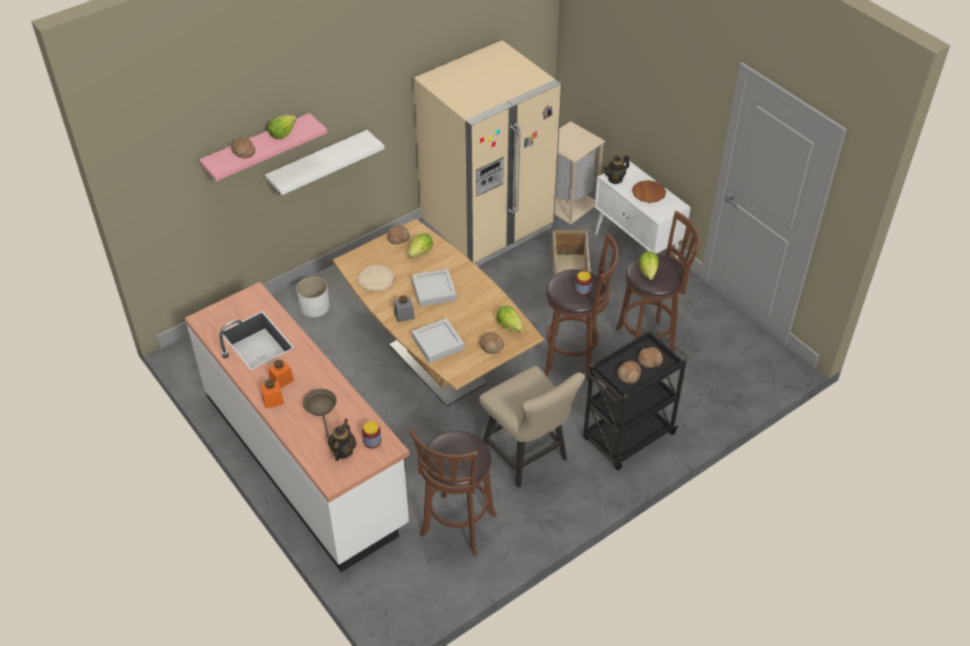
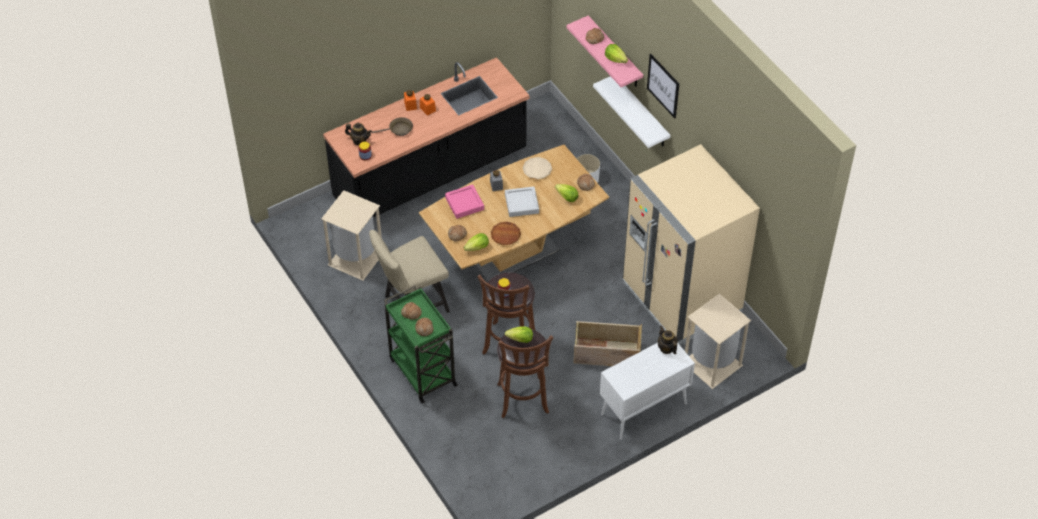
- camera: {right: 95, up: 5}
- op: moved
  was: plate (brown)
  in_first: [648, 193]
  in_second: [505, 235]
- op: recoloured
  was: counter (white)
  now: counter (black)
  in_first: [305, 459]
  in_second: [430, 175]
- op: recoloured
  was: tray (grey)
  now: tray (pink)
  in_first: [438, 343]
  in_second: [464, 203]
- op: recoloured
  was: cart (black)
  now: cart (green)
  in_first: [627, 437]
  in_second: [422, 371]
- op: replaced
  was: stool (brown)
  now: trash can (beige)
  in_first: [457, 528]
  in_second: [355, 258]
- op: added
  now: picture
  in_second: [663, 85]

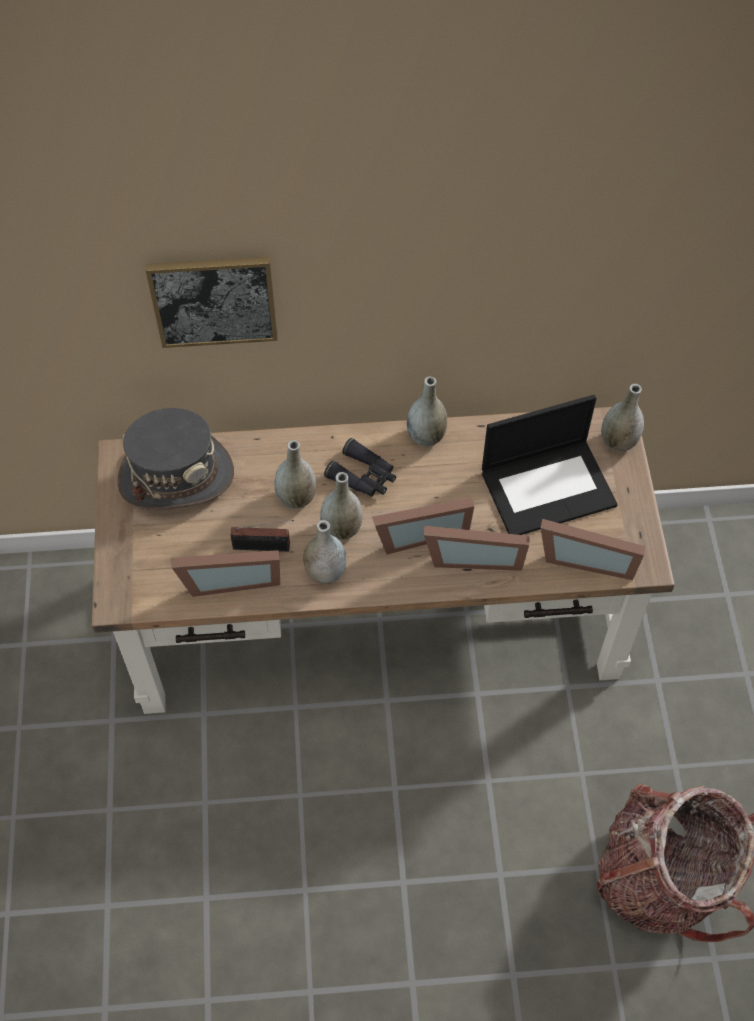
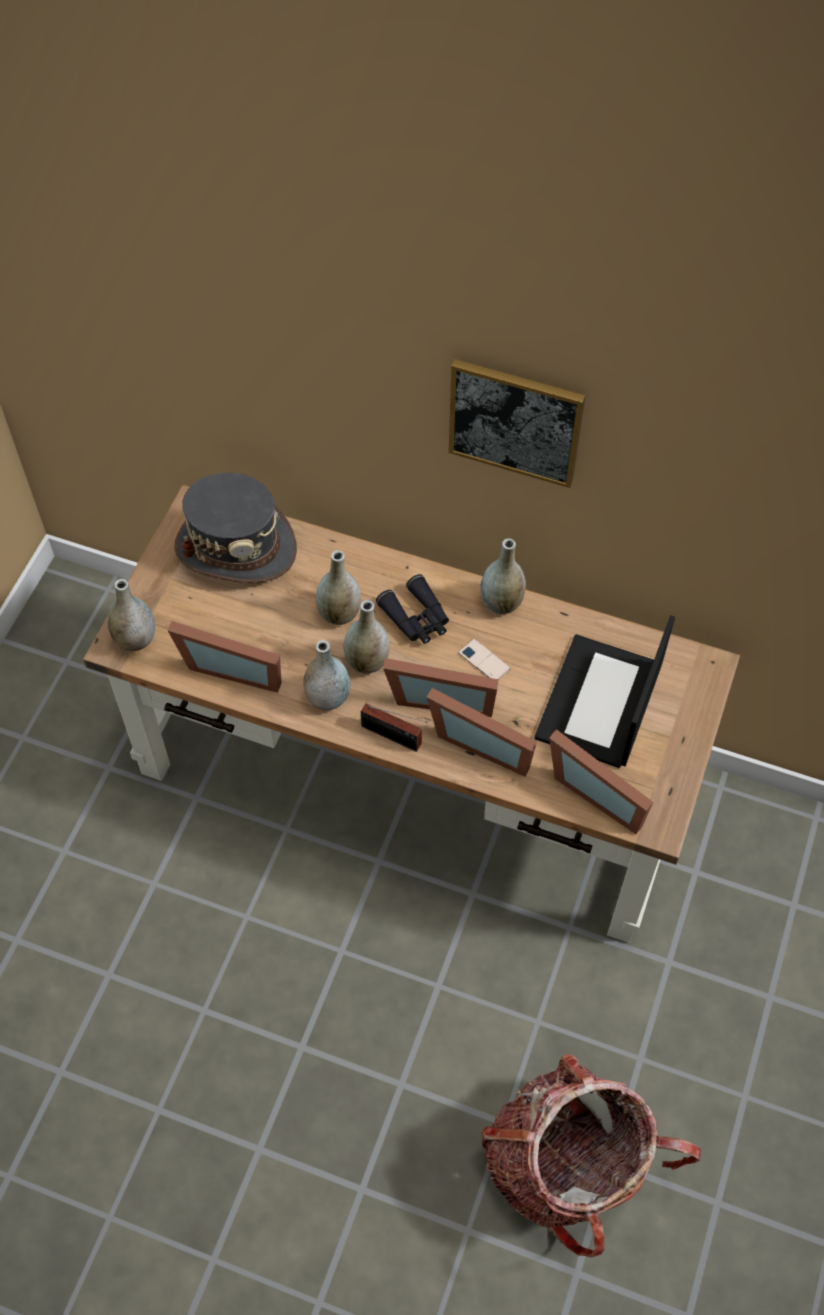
- camera: {right: 25, up: 0}
- op: moved
  was: picture
  in_first: [214, 300]
  in_second: [515, 421]
- op: moved
  was: vase (grey)
  in_first: [618, 441]
  in_second: [136, 639]
- op: turned
  was: laptop
  in_first: [548, 487]
  in_second: [600, 703]
  clockwise: 105
- op: moved
  was: radio
  in_first: [264, 547]
  in_second: [394, 737]
- op: added
  now: phone
  in_second: [484, 661]

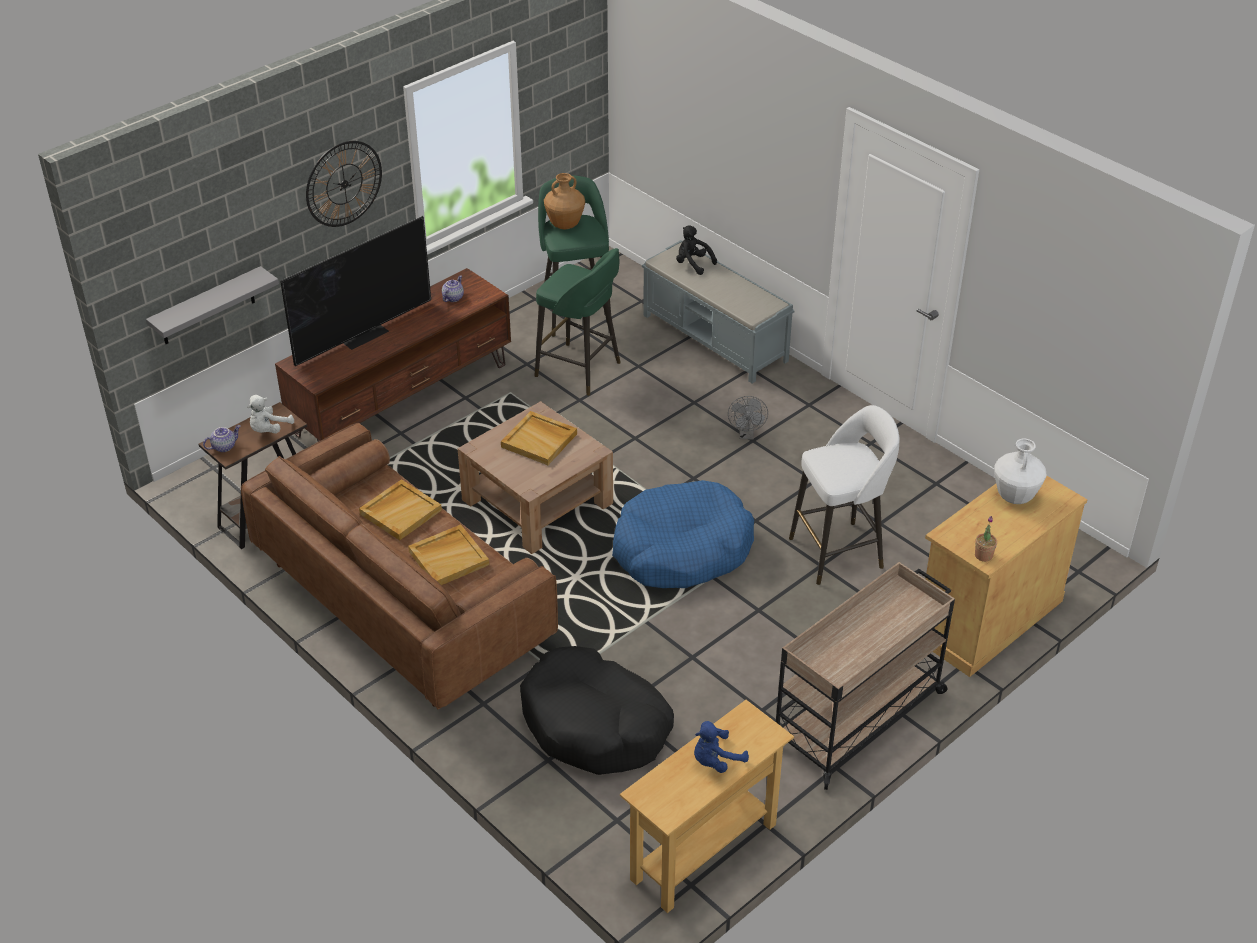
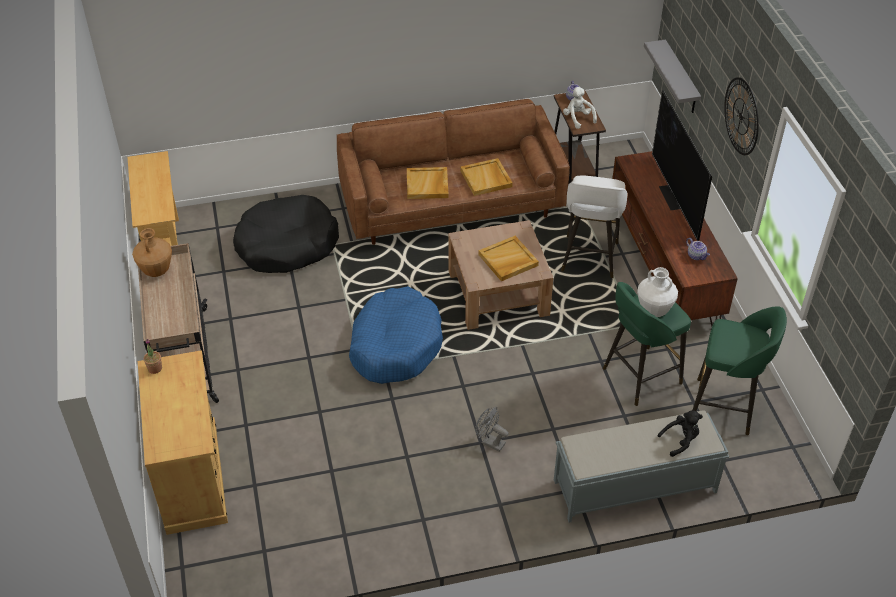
- camera: {right: 120, up: 5}
- op: moved
  was: vase (brown)
  in_first: [564, 225]
  in_second: [156, 270]
- op: moved
  was: stool (white)
  in_first: [839, 552]
  in_second: [589, 258]
- op: moved
  was: vase (white)
  in_first: [1014, 497]
  in_second: [654, 311]
- op: removed
  was: plush toy (blue)
  in_first: [715, 760]

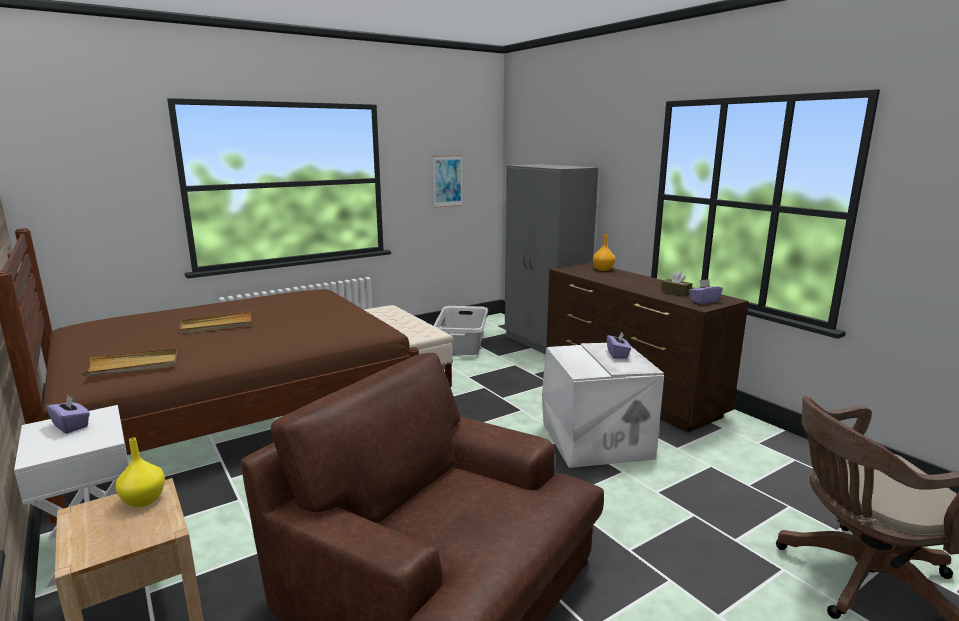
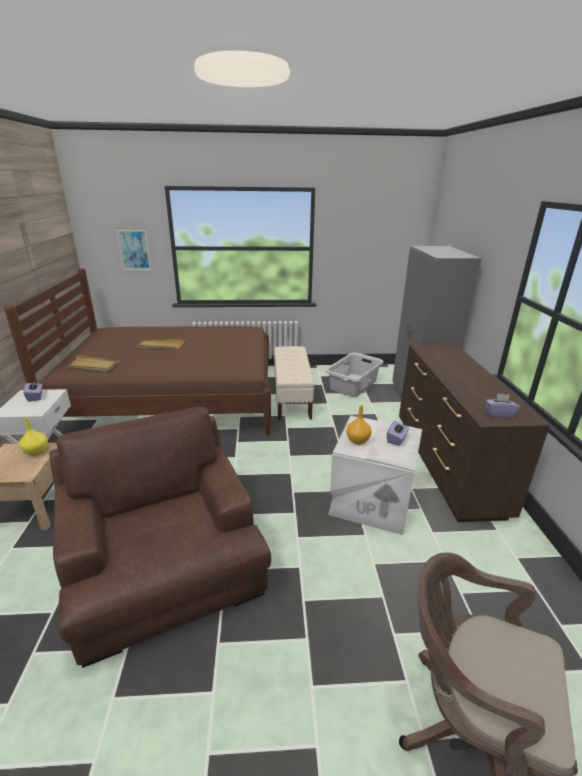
- camera: {right: 30, up: 10}
- op: moved
  was: picture
  in_first: [447, 181]
  in_second: [134, 250]
- op: moved
  was: vase (orange)
  in_first: [603, 269]
  in_second: [358, 440]
- op: removed
  was: tissue box (brown)
  in_first: [676, 293]

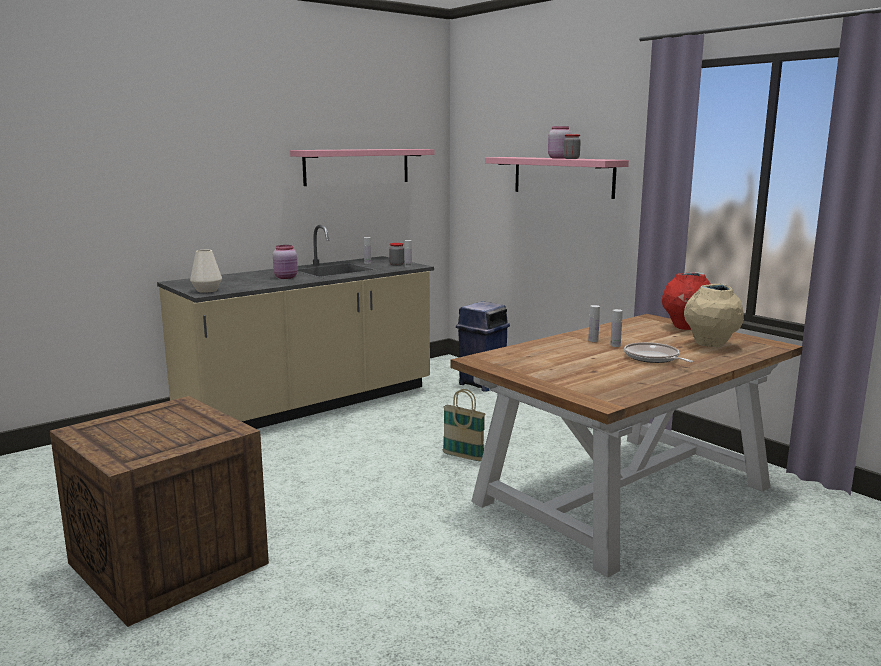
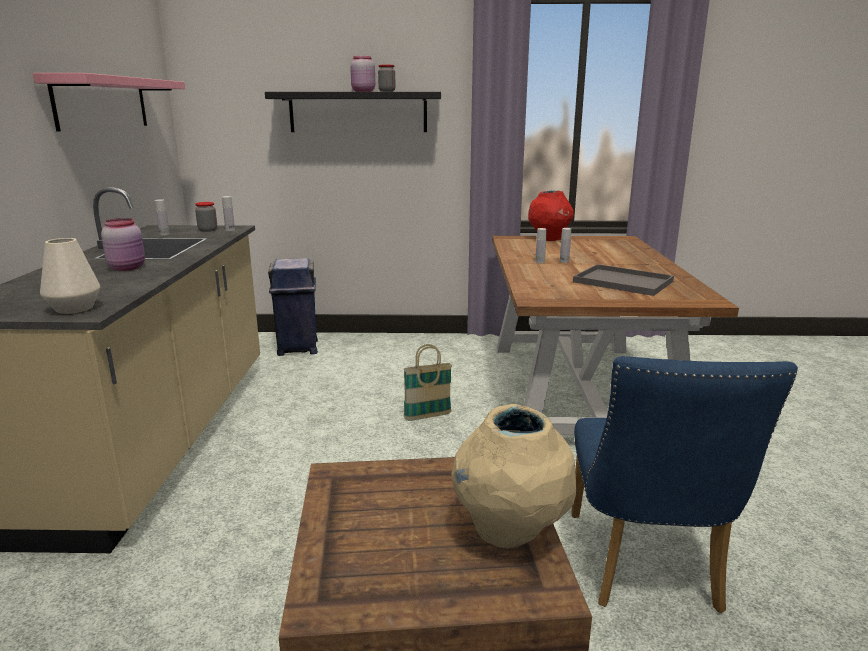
- camera: {right: -50, up: 5}
- op: recoloured
  was: shelf (pink)
  now: shelf (black)
  in_first: [562, 176]
  in_second: [358, 112]
- op: moved
  was: vase (beige)
  in_first: [710, 344]
  in_second: [510, 532]
- op: removed
  was: frying pan
  in_first: [653, 358]
- op: added
  now: tray (grey)
  in_second: [625, 282]
- op: added
  now: chair (blue)
  in_second: [645, 569]

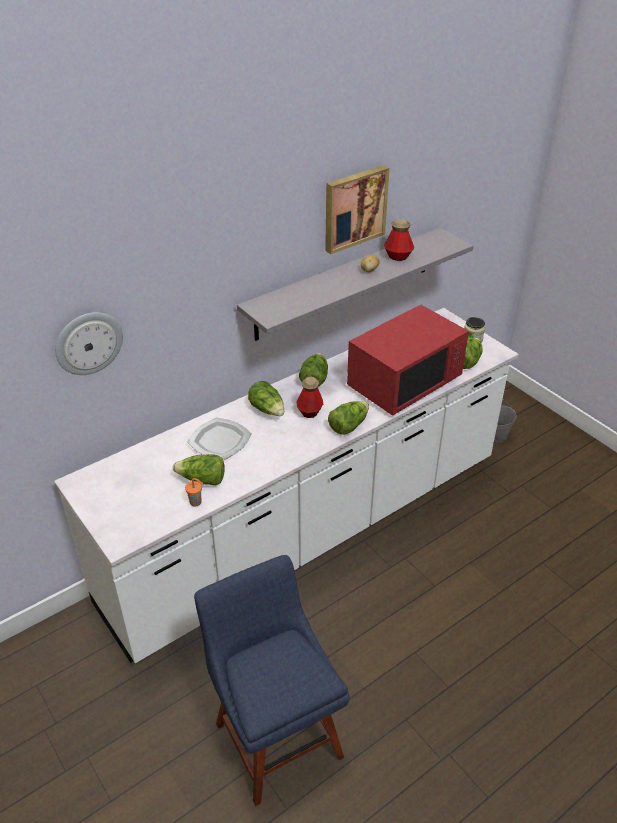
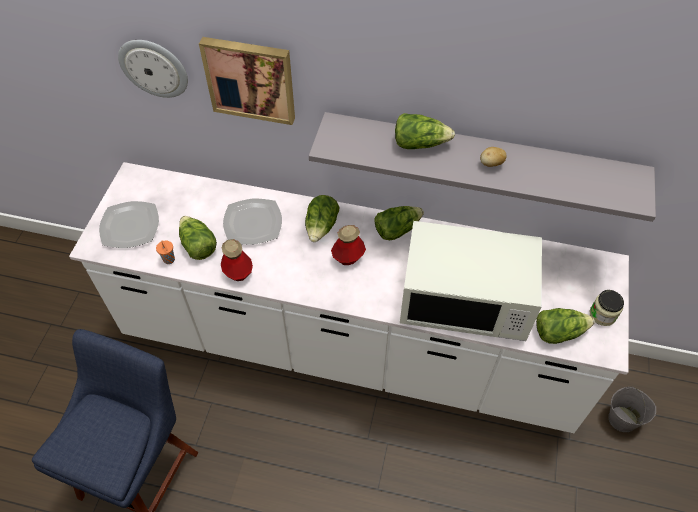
- camera: {right: 50, up: 15}
- op: moved
  was: picture
  in_first: [354, 208]
  in_second: [250, 79]
- op: moved
  was: bottle
  in_first: [398, 256]
  in_second: [238, 272]
- op: recoloured
  was: microwave (red)
  now: microwave (white)
  in_first: [404, 383]
  in_second: [464, 301]
- op: moved
  was: lettuce
  in_first: [348, 425]
  in_second: [419, 143]
- op: added
  now: plate
  in_second: [129, 226]

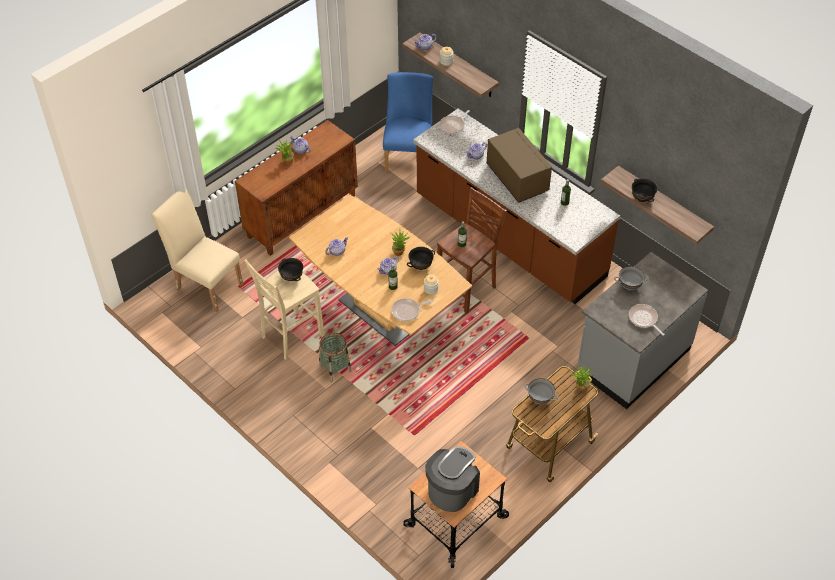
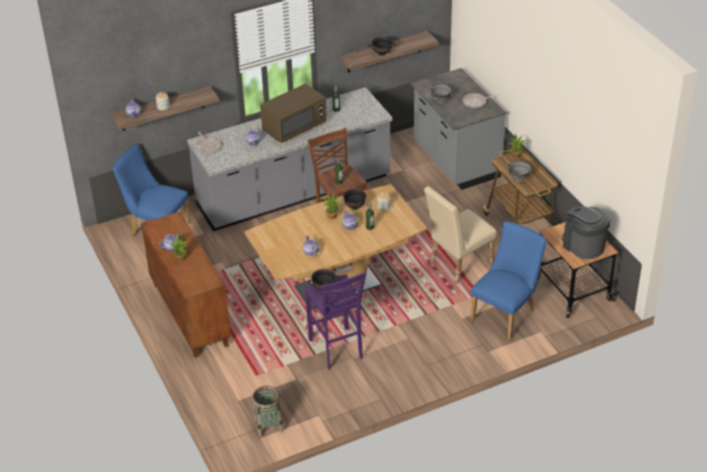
- camera: {right: -70, up: -10}
- op: recoloured
  was: counter (brown)
  now: counter (grey)
  in_first: [508, 237]
  in_second: [294, 193]
- op: turned
  was: microwave (brown)
  in_first: [516, 178]
  in_second: [294, 127]
  clockwise: 150
- op: moved
  was: chair (beige)
  in_first: [206, 284]
  in_second: [457, 265]
- op: recoloured
  was: stool (beige)
  now: stool (purple)
  in_first: [290, 336]
  in_second: [337, 350]
- op: removed
  was: frying pan
  in_first: [407, 311]
- op: moved
  was: basket
  in_first: [335, 368]
  in_second: [269, 425]
- op: added
  now: chair (blue)
  in_second: [506, 313]

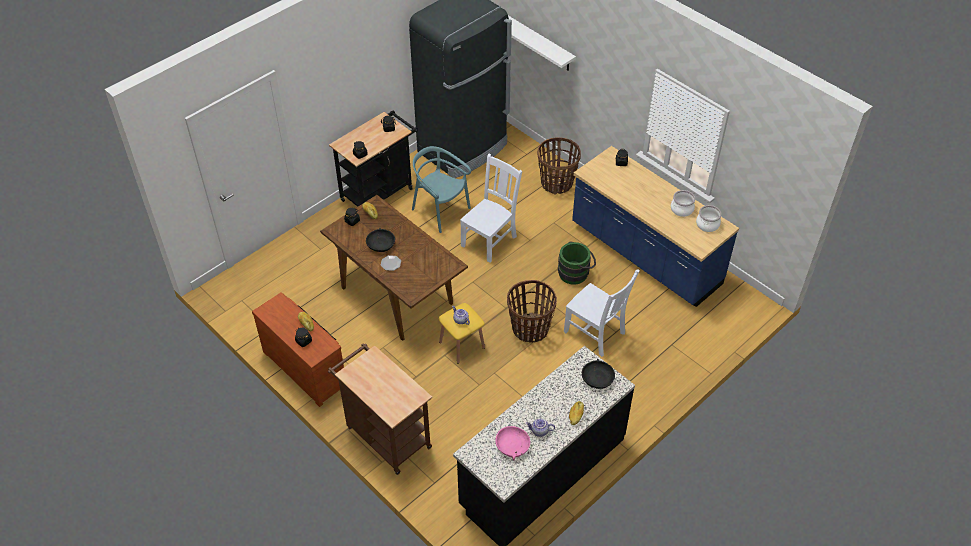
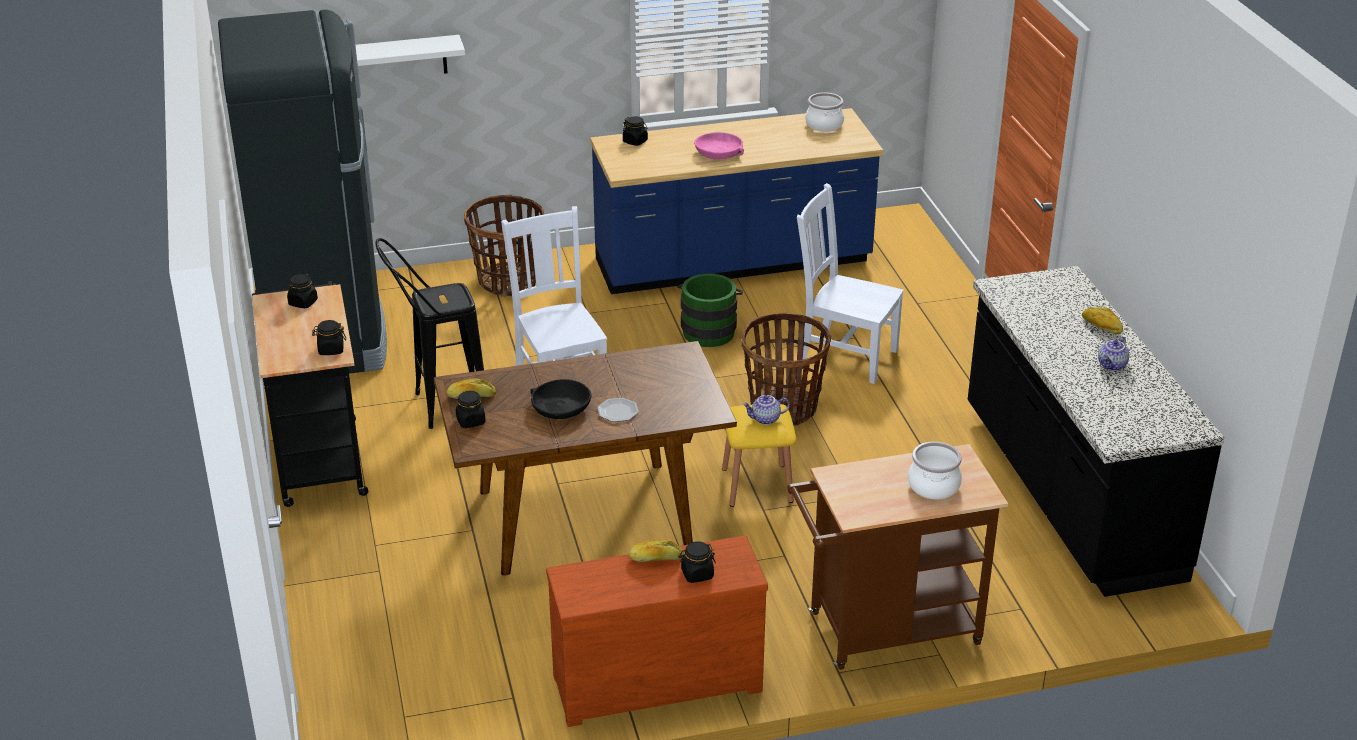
- camera: {right: -60, up: -15}
- op: replaced
  was: chair (turquoise)
  now: stool (black)
  in_first: [440, 210]
  in_second: [439, 408]
- op: moved
  was: cooking pot
  in_first: [681, 209]
  in_second: [933, 486]
- op: turned
  was: chair (white)
  in_first: [596, 333]
  in_second: [844, 355]
  clockwise: -135
- op: removed
  was: bowl (black)
  in_first: [597, 378]
- op: moved
  was: bowl (pink)
  in_first: [512, 445]
  in_second: [719, 153]

